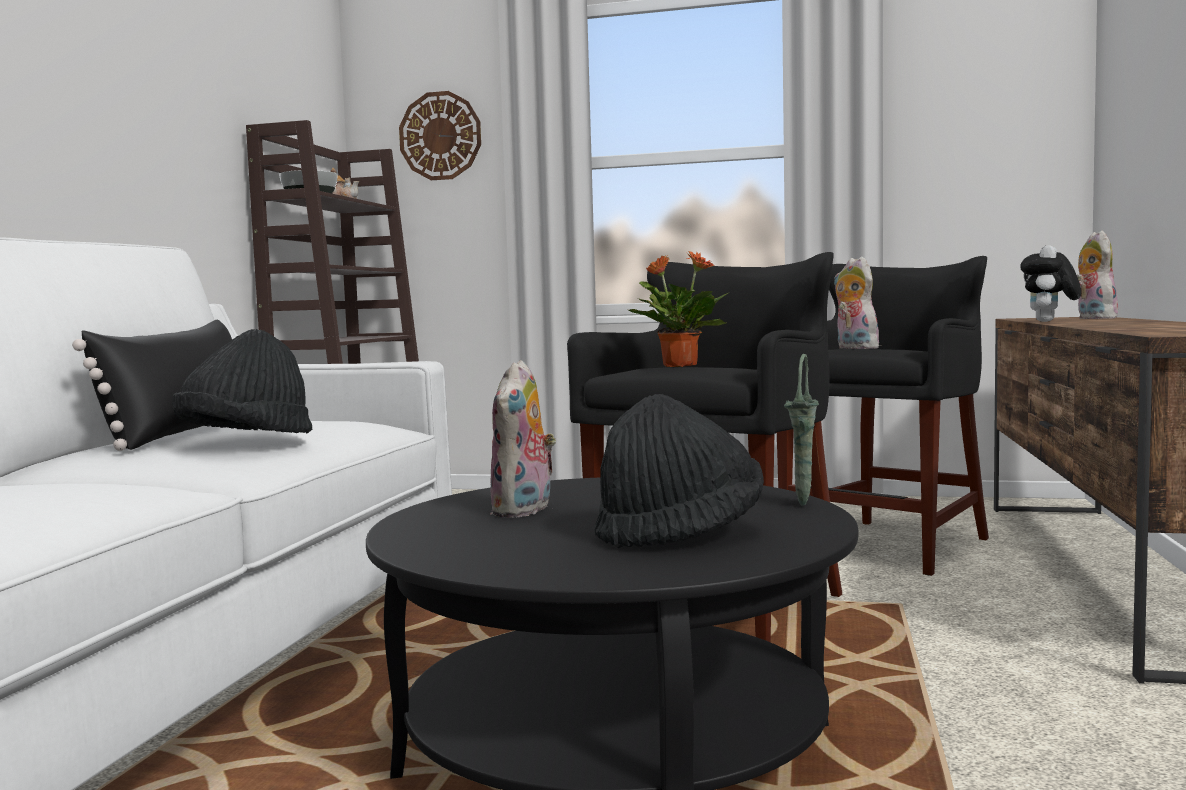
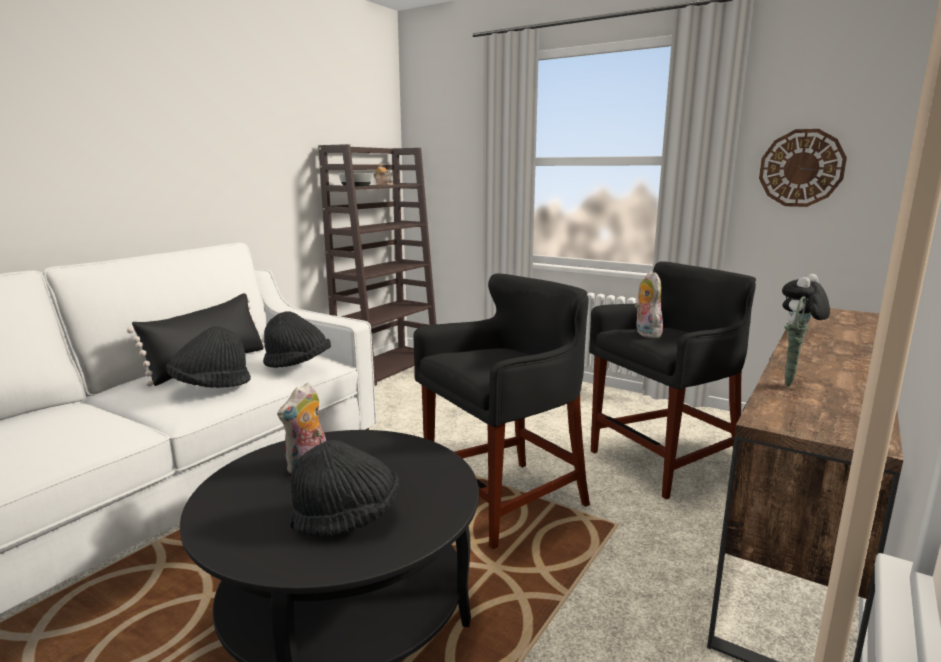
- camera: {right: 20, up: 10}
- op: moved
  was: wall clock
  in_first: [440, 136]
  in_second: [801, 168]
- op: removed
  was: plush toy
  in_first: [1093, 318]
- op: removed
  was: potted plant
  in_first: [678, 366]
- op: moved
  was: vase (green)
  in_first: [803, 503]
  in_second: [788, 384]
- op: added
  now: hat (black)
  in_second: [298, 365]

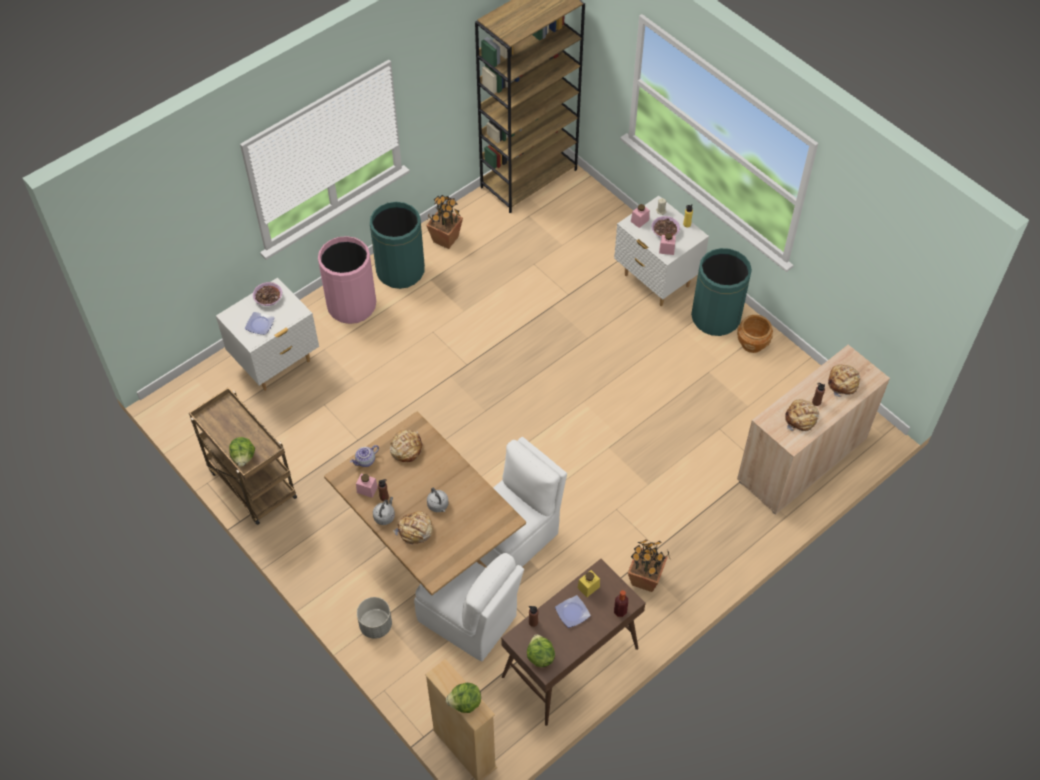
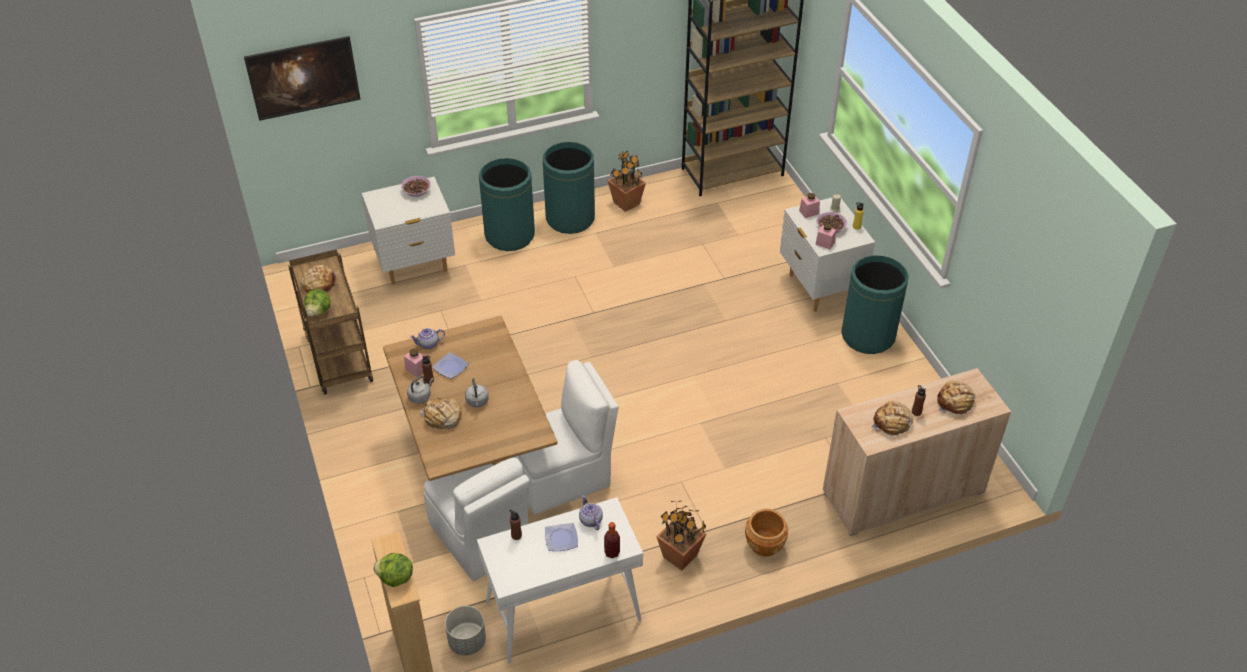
- camera: {right: 20, up: -10}
- op: recoloured
  was: trash can (pink)
  now: trash can (green)
  in_first: [352, 305]
  in_second: [510, 235]
- op: moved
  was: plate
  in_first: [260, 324]
  in_second: [451, 367]
- op: moved
  was: planter (brown)
  in_first: [752, 343]
  in_second: [764, 545]
- op: moved
  was: bread
  in_first: [406, 448]
  in_second: [319, 284]
- op: recoloured
  was: console table (brown)
  now: console table (white)
  in_first: [570, 663]
  in_second: [562, 612]
- op: replaced
  was: jar (yellow)
  now: teapot
  in_first: [588, 587]
  in_second: [590, 520]
- op: moved
  was: planter (grey)
  in_first: [375, 625]
  in_second: [467, 641]
- op: removed
  was: lettuce
  in_first: [540, 656]
- op: added
  now: picture
  in_second: [306, 93]

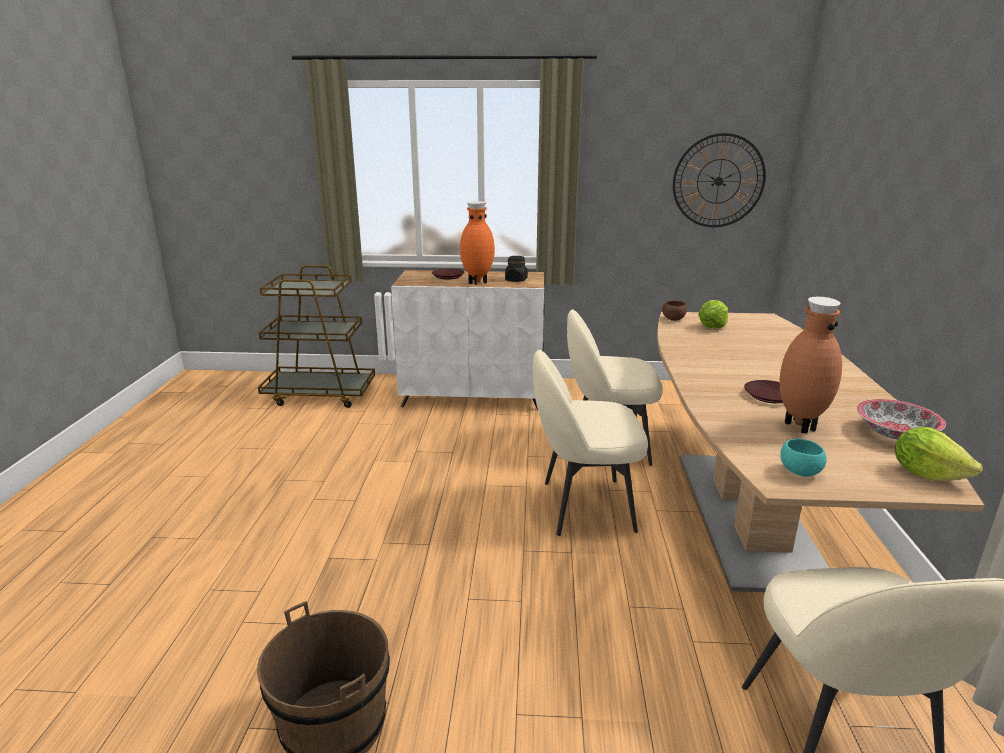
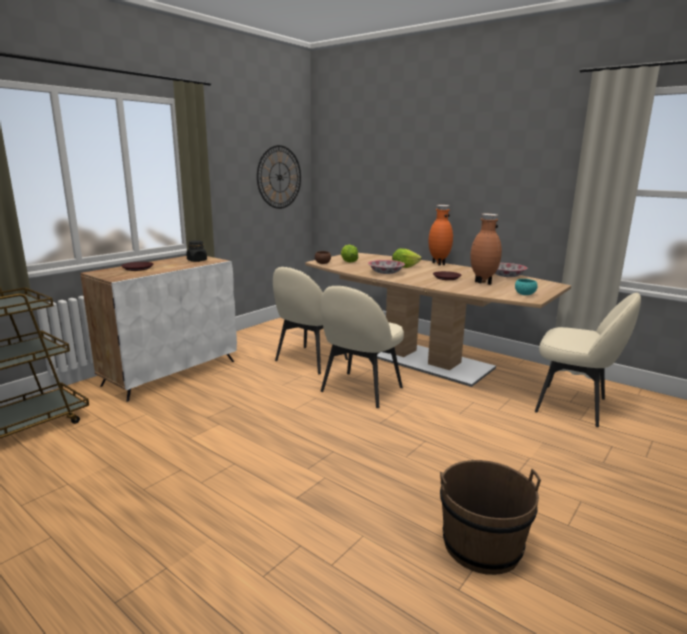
- camera: {right: -55, up: -5}
- op: moved
  was: vase (orange)
  in_first: [477, 282]
  in_second: [438, 264]
- op: moved
  was: lettuce
  in_first: [926, 474]
  in_second: [404, 267]
- op: added
  now: bowl
  in_second: [385, 273]

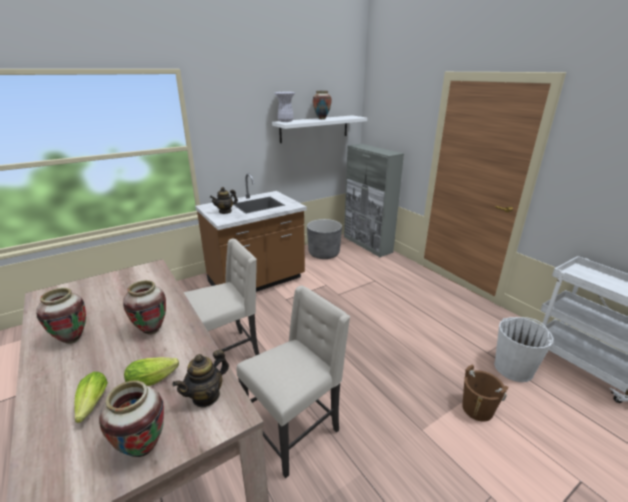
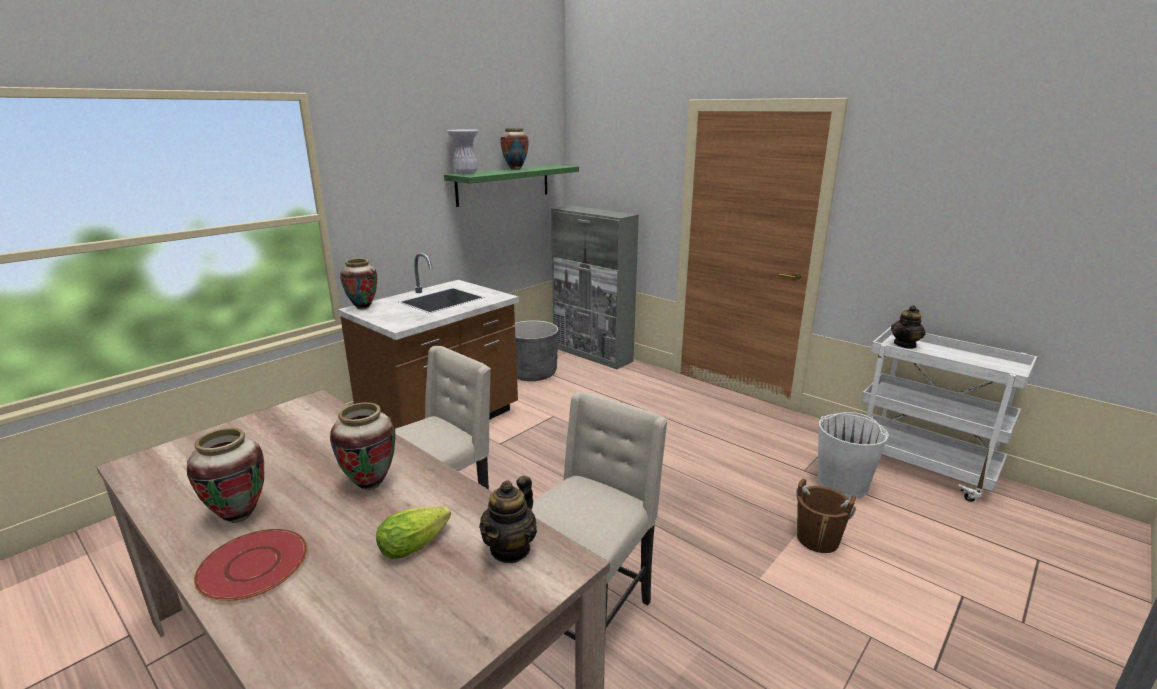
- camera: {right: -15, up: -5}
- op: recoloured
  was: shelf (white)
  now: shelf (green)
  in_first: [314, 128]
  in_second: [503, 184]
- op: moved
  was: teapot
  in_first: [225, 211]
  in_second: [905, 344]
- op: removed
  was: lettuce
  in_first: [91, 407]
- op: moved
  was: vase
  in_first: [143, 448]
  in_second: [363, 307]
- op: added
  now: plate (red)
  in_second: [252, 566]

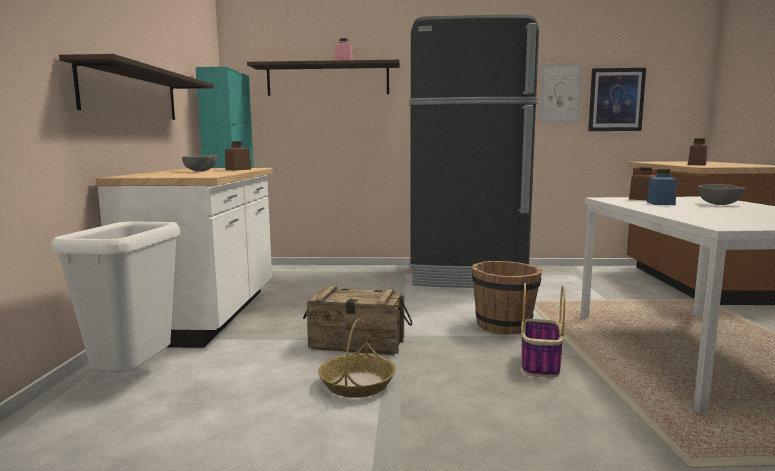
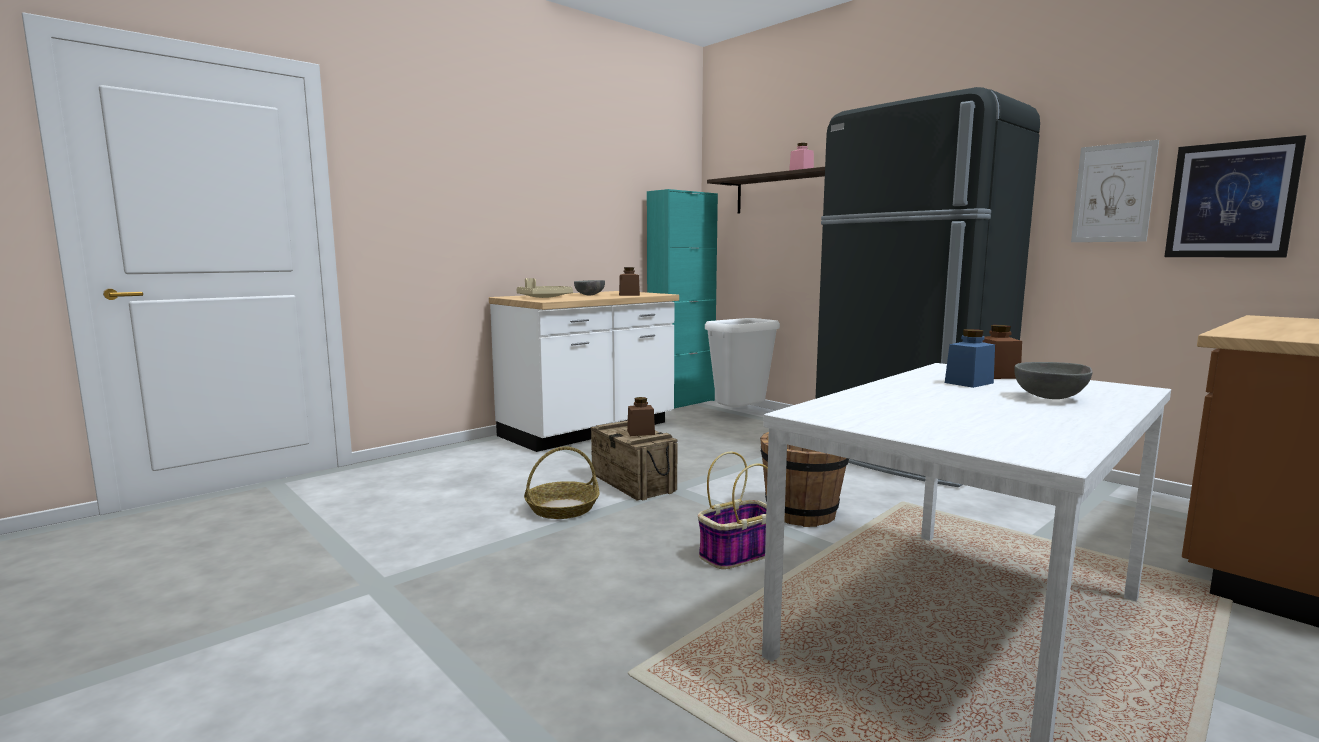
- camera: {right: 45, up: 0}
- op: removed
  was: shelf
  in_first: [131, 94]
- op: moved
  was: jar (brown)
  in_first: [697, 164]
  in_second: [641, 432]
- op: moved
  was: trash can (white)
  in_first: [134, 378]
  in_second: [740, 416]
- op: added
  now: tray (beige)
  in_second: [544, 297]

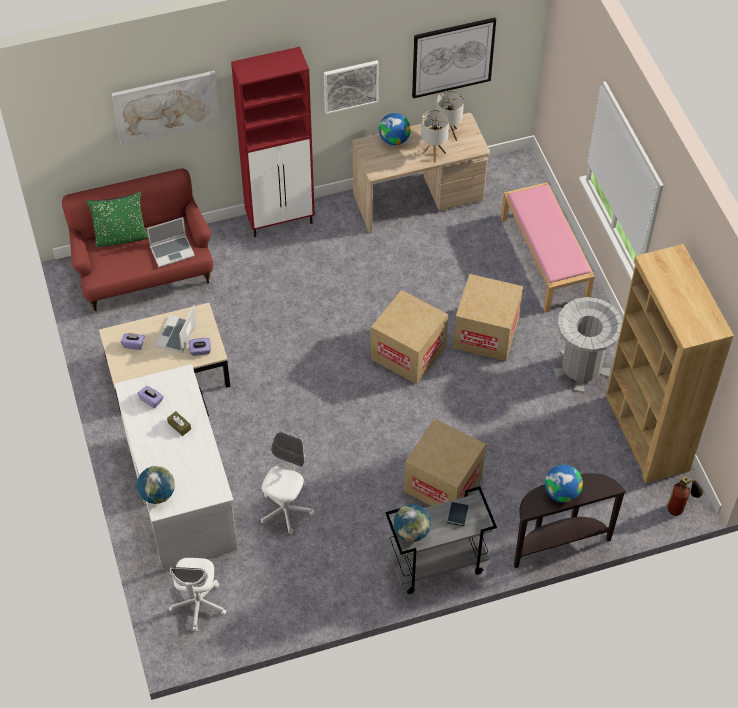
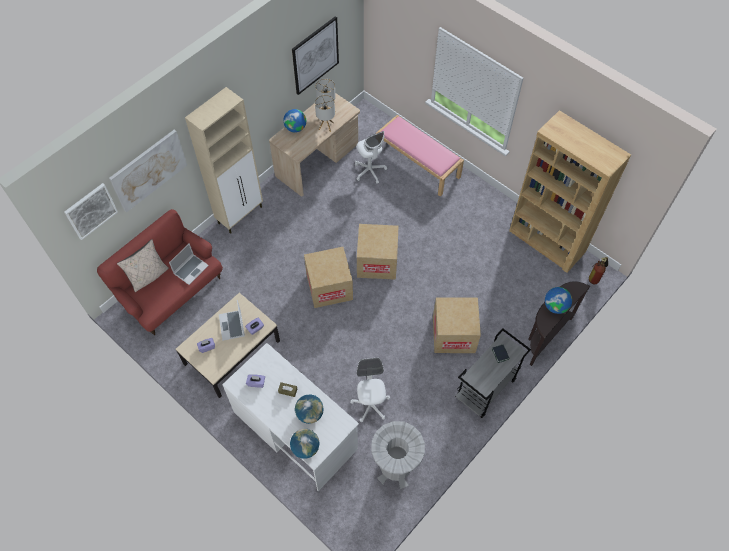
- camera: {right: -30, up: 5}
- op: recoloured
  was: cabinet (red)
  now: cabinet (beige)
  in_first: [281, 221]
  in_second: [240, 215]
- op: moved
  was: picture
  in_first: [350, 86]
  in_second: [90, 211]
- op: recoloured
  was: pillow (green)
  now: pillow (beige)
  in_first: [121, 237]
  in_second: [148, 276]
- op: moved
  was: cardboard box
  in_first: [486, 333]
  in_second: [329, 287]
- op: moved
  was: trash can (grey)
  in_first: [581, 368]
  in_second: [395, 466]
- op: moved
  was: globe
  in_first: [411, 532]
  in_second: [310, 413]
- op: moved
  was: office chair (white)
  in_first: [198, 605]
  in_second: [370, 171]

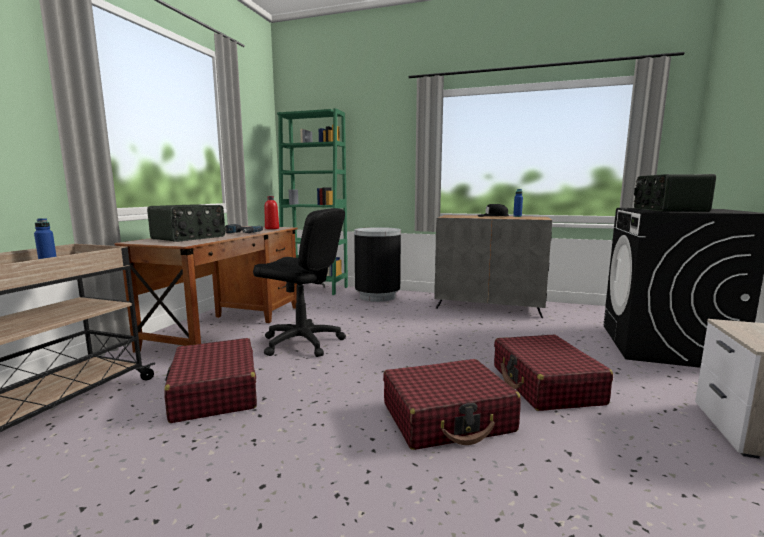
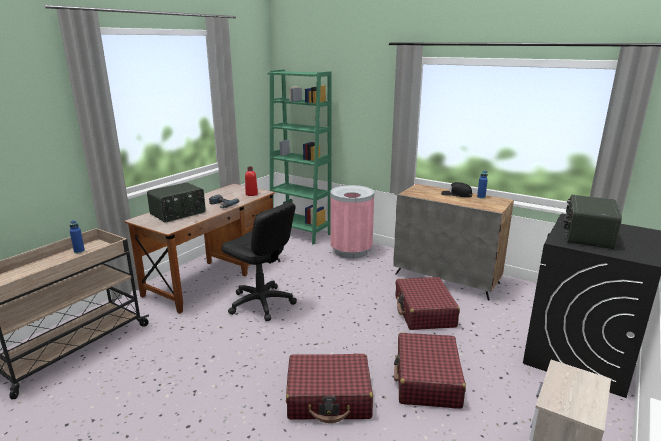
- camera: {right: 15, up: 10}
- op: recoloured
  was: trash can (black)
  now: trash can (pink)
  in_first: [377, 296]
  in_second: [351, 251]
- op: moved
  was: suitcase (red)
  in_first: [215, 392]
  in_second: [424, 312]

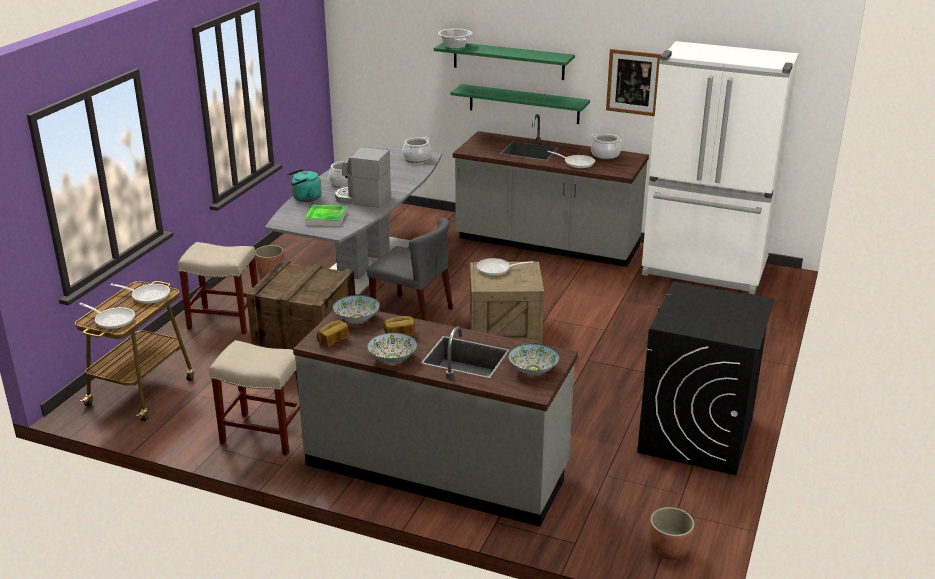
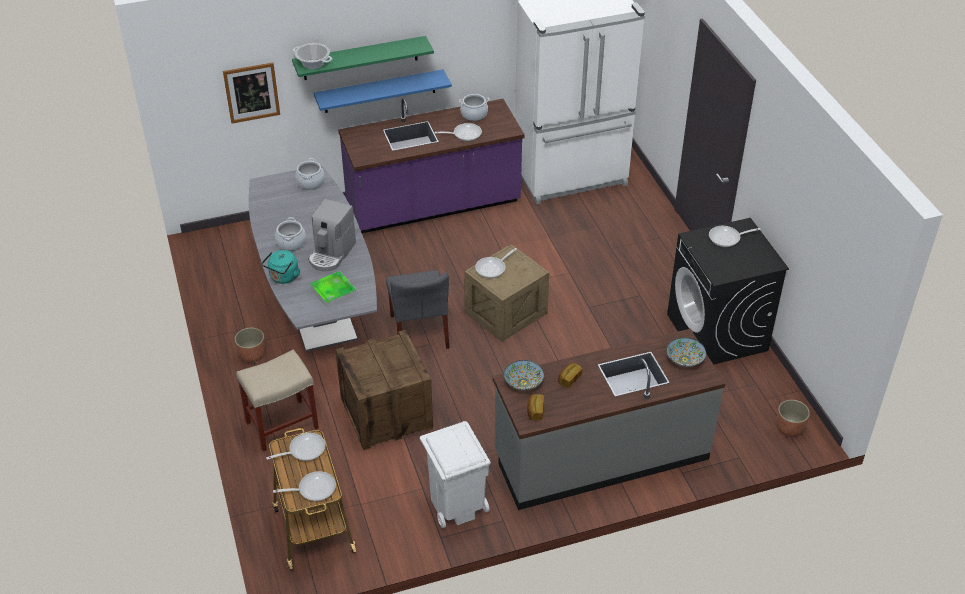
- camera: {right: -40, up: 15}
- op: moved
  was: picture
  in_first: [633, 82]
  in_second: [251, 92]
- op: recoloured
  was: shelf (green)
  now: shelf (blue)
  in_first: [524, 104]
  in_second: [379, 91]
- op: recoloured
  was: counter (grey)
  now: counter (purple)
  in_first: [547, 244]
  in_second: [433, 206]
- op: turned
  was: coffee machine
  in_first: [362, 199]
  in_second: [331, 254]
  clockwise: -45
- op: turned
  was: chair (grey)
  in_first: [413, 313]
  in_second: [419, 332]
  clockwise: 90
- op: removed
  was: bowl
  in_first: [393, 358]
- op: replaced
  was: stool (beige)
  now: trash can (white)
  in_first: [263, 434]
  in_second: [456, 505]
- op: added
  now: frying pan
  in_second: [727, 238]

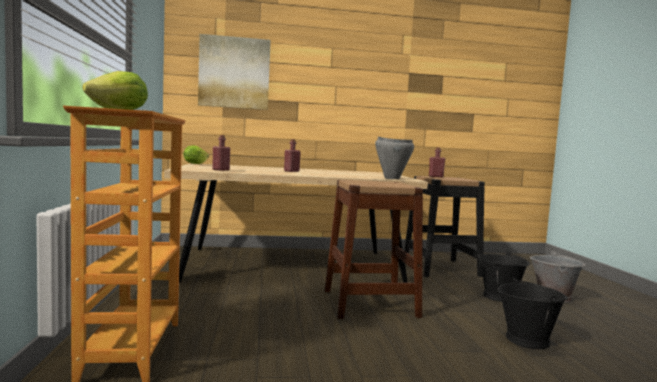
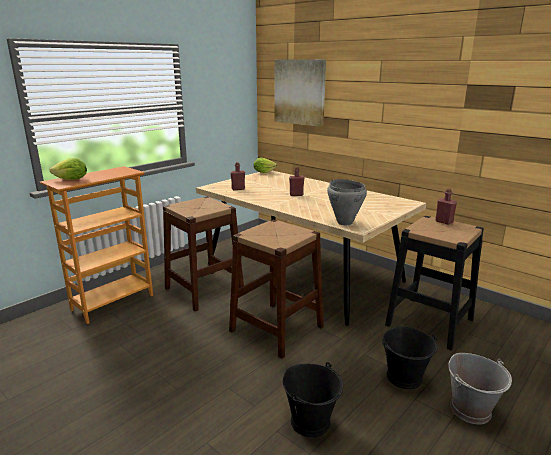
- camera: {right: 50, up: 15}
- op: added
  now: stool (brown)
  in_second: [204, 289]

